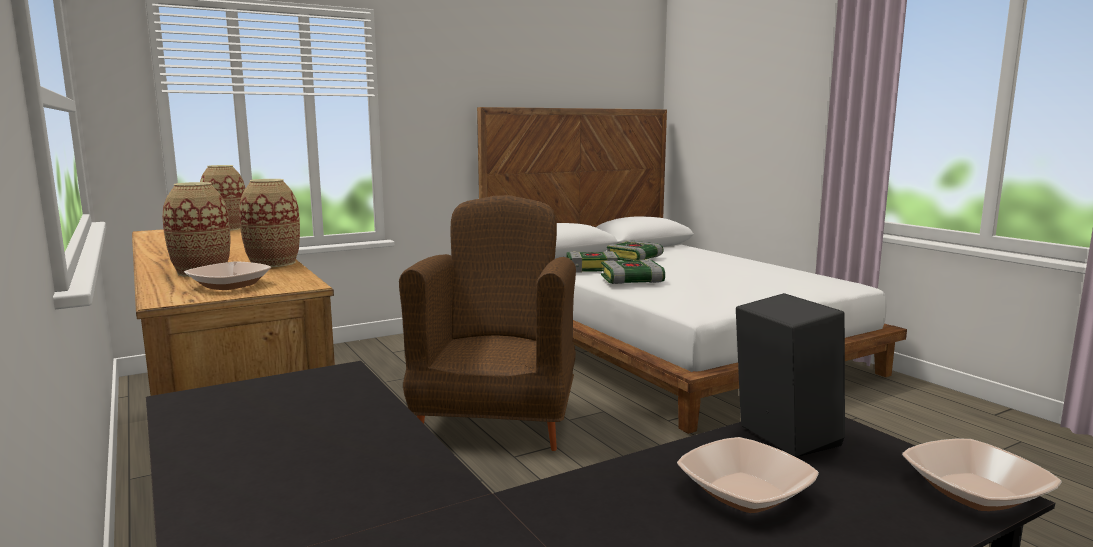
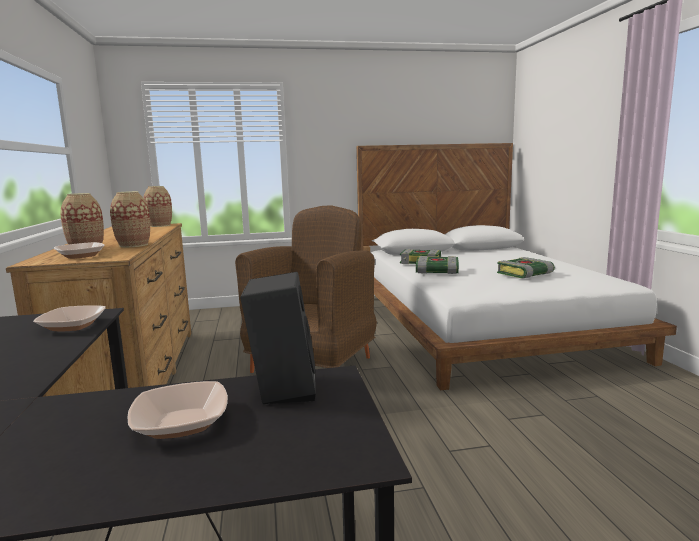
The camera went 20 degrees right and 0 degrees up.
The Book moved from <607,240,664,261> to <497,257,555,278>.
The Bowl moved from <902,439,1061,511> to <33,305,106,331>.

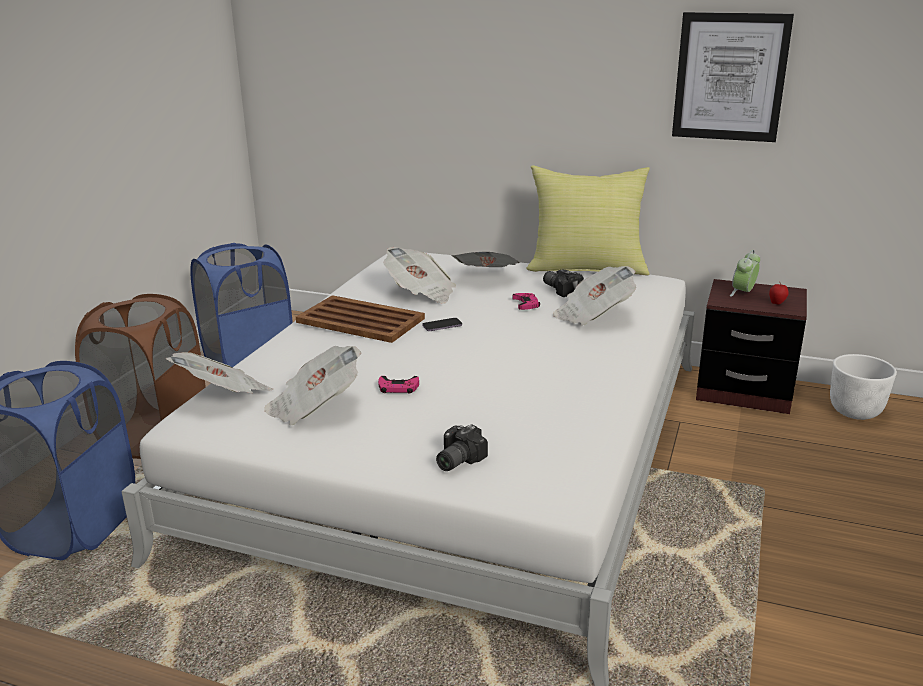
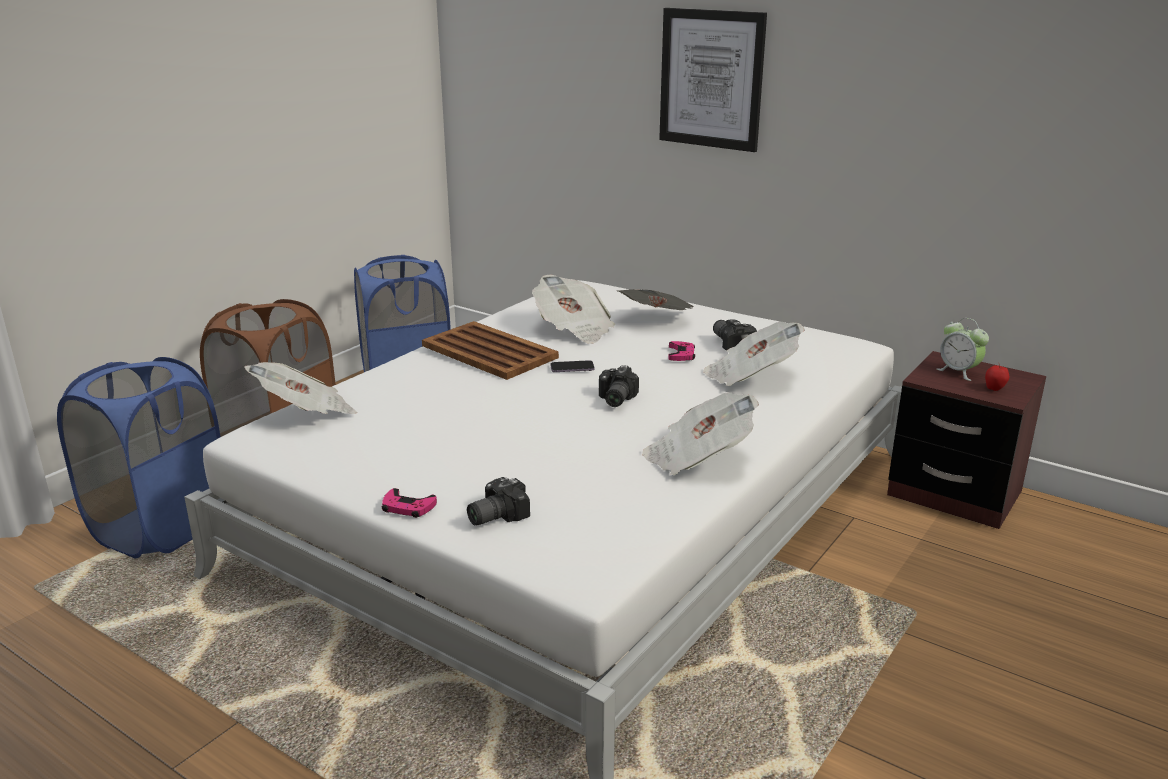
The camera went 15 degrees right and 0 degrees up.
The Newspaper moved from <264,346,361,425> to <642,392,759,475>.
The PinkGameController moved from <378,376,419,394> to <382,488,437,518>.
The YellowPillow at <526,165,650,275> disappeared.
The Picture moved from <672,12,794,142> to <659,8,767,152>.
The AlarmClock at <730,250,760,297> turned 90 degrees counterclockwise.
The WhitePlanter at <830,354,897,420> disappeared.
The PhotoCamera at <599,365,639,407> appeared.

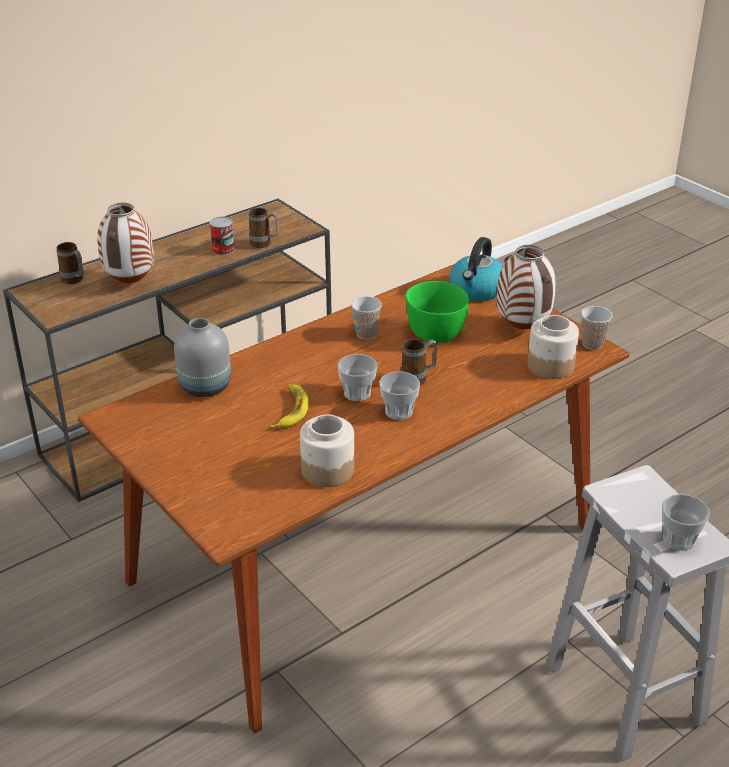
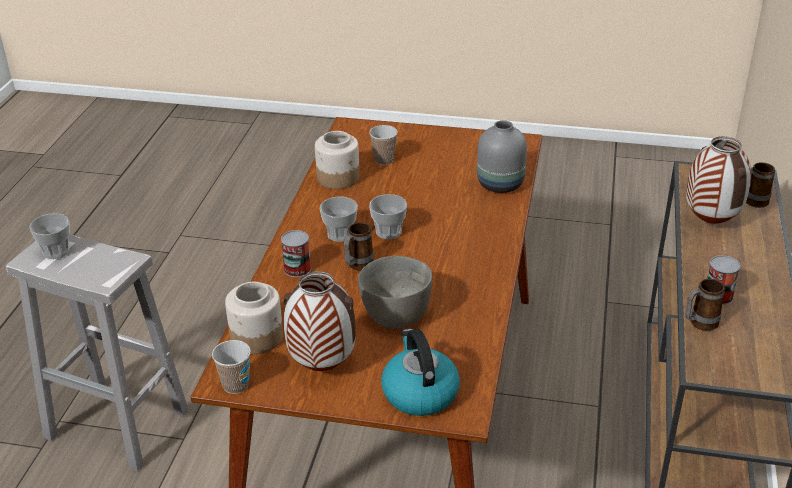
The camera went 140 degrees right and 0 degrees up.
The Banana at <271,384,309,428> disappeared.
The Cup moved from <351,296,382,339> to <369,125,398,165>.
The GreenBowl at <405,281,470,343> became the GreyBowl at <358,256,432,329>.
The Can at <281,230,311,277> appeared.

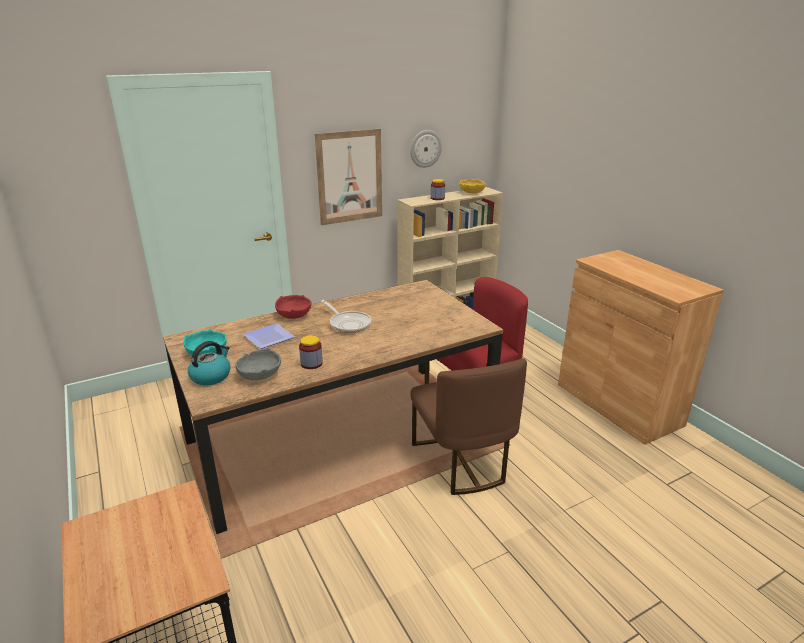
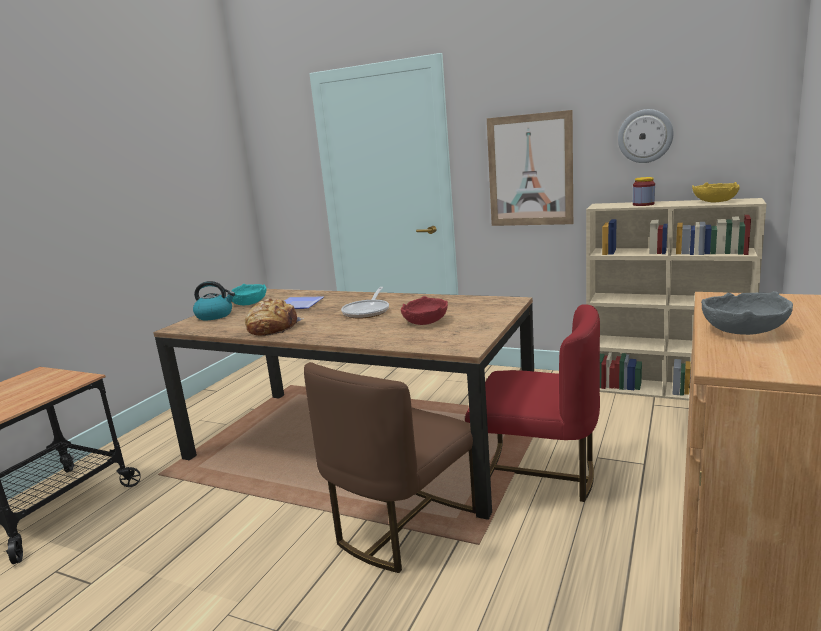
The camera went 55 degrees right and 10 degrees down.
The GreyBowl moved from <235,348,281,381> to <701,291,793,335>.
The RedBowl moved from <275,295,312,319> to <401,296,448,325>.
The Jar at <299,335,323,369> was replaced by the Bread at <245,298,304,336>.

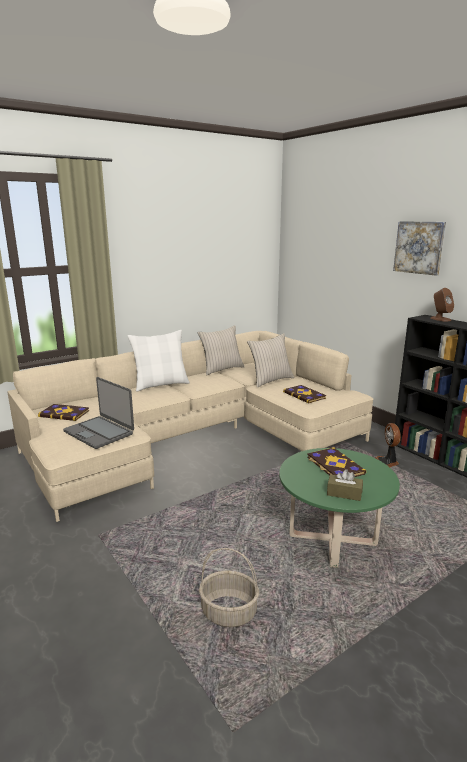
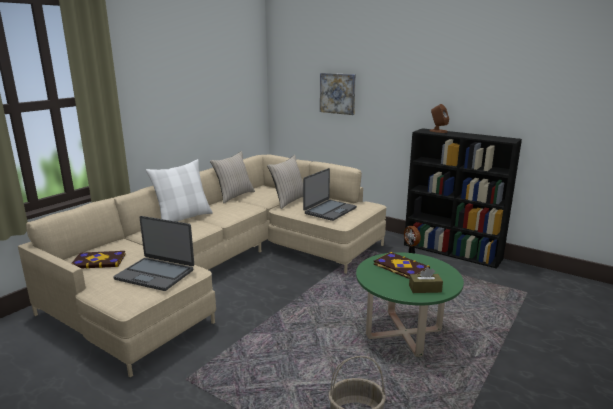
The camera went 20 degrees left and 0 degrees up.
The Book at <283,385,326,404> was replaced by the Laptop at <303,168,357,221>.
The Picture moved from <393,221,446,276> to <320,73,356,115>.

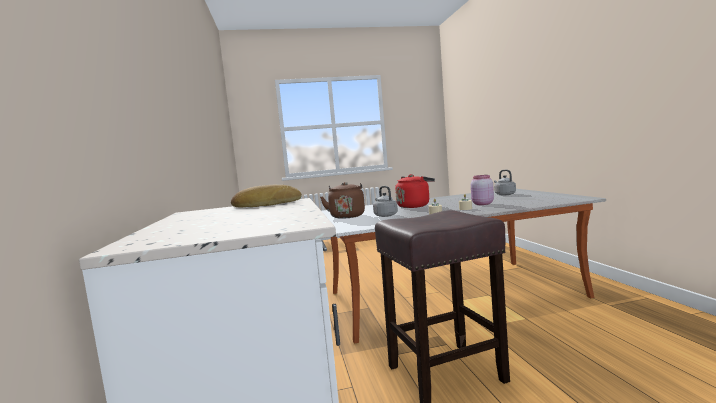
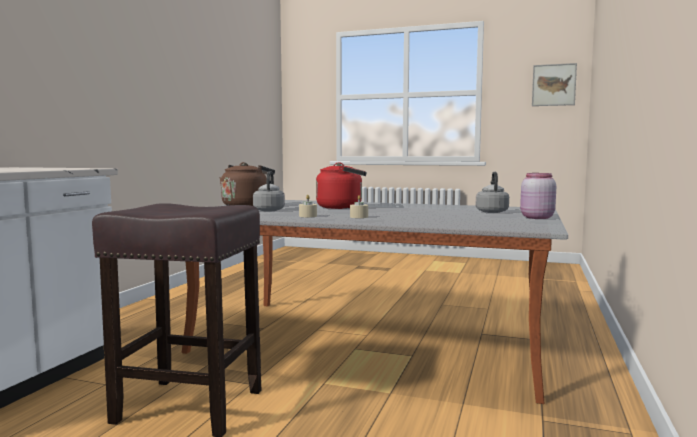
The camera went 30 degrees right and 0 degrees up.
The Bread at <231,185,302,207> disappeared.
The PinkJar moved from <471,175,494,205> to <520,173,556,219>.
The Picture at <532,63,577,106> appeared.

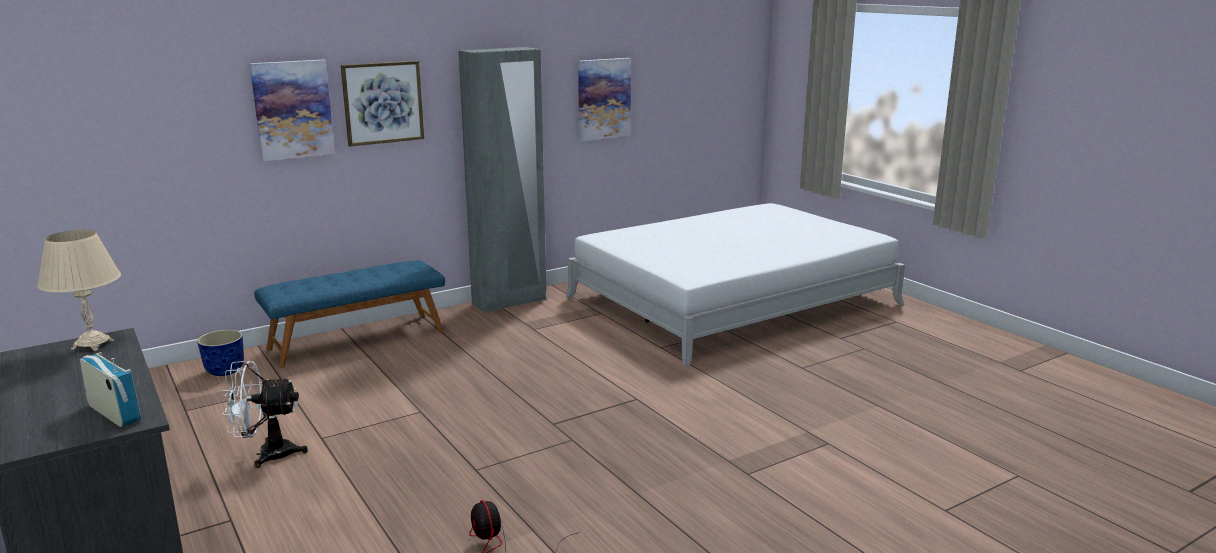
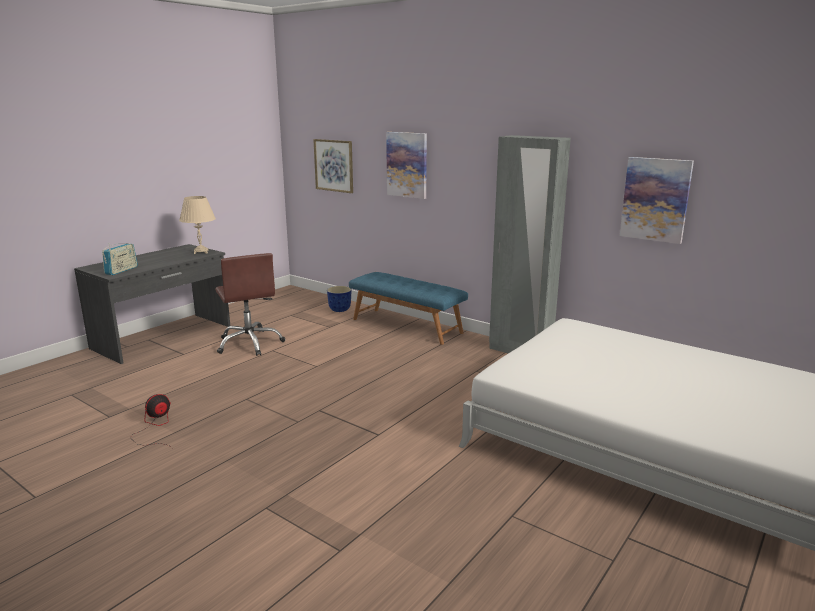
The camera went 70 degrees right and 0 degrees up.
The WhiteFan at <222,361,308,468> was replaced by the BrownOfficeChair at <215,253,285,356>.
The Picture moved from <341,61,424,147> to <313,139,353,193>.

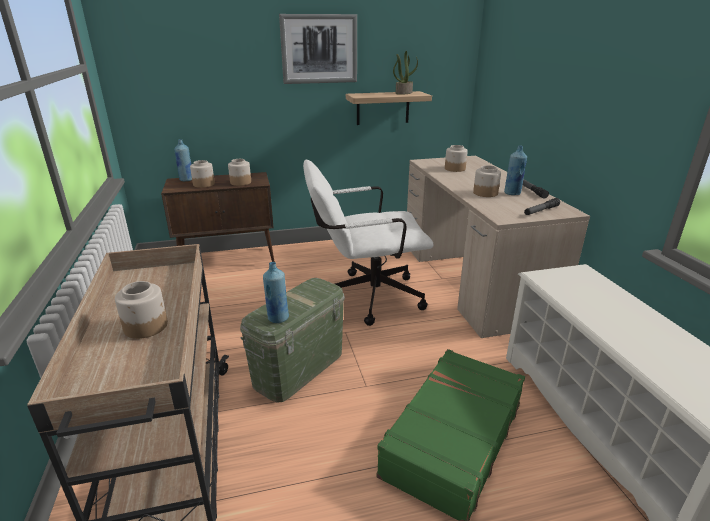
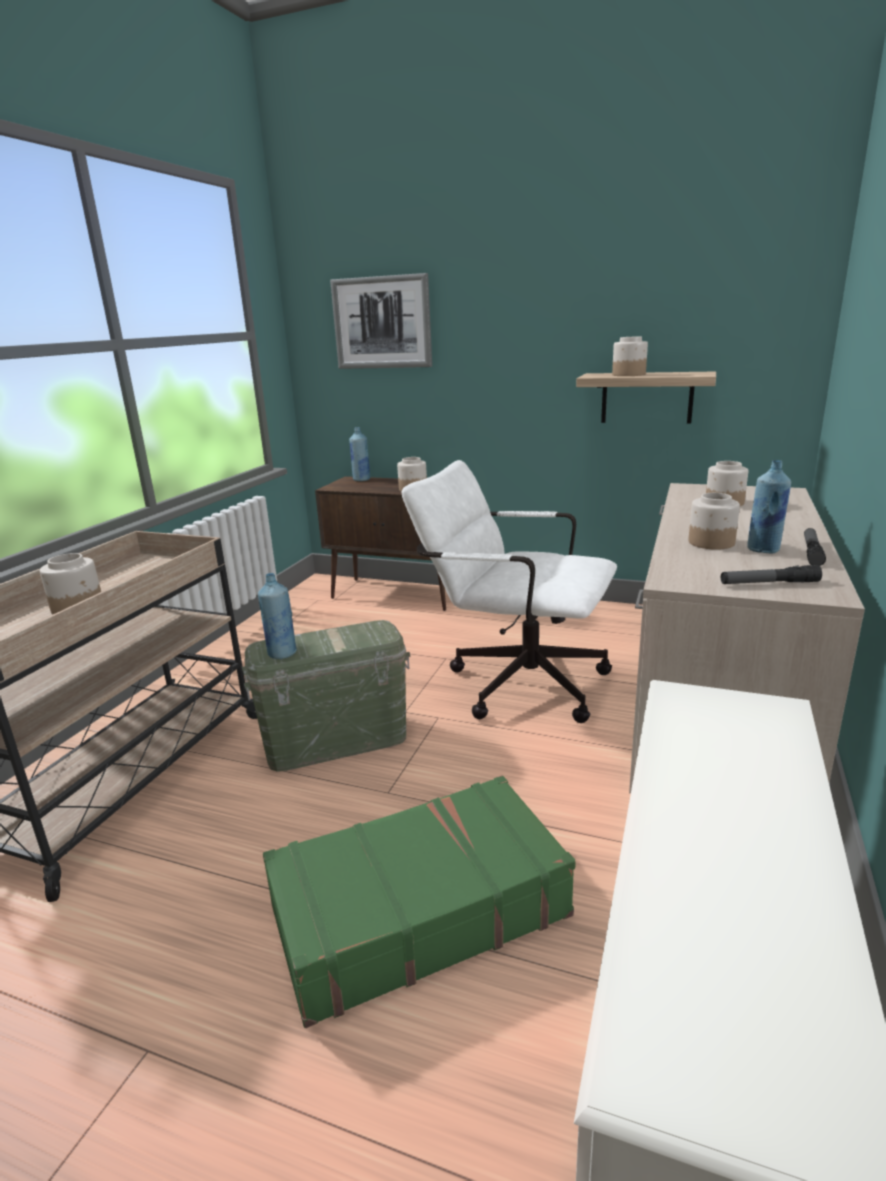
The camera went 35 degrees right and 5 degrees down.
The Jar moved from <190,160,215,188> to <612,336,648,376>.
The Picture moved from <279,14,357,84> to <330,273,432,369>.
The PottedPlant at <393,51,418,95> disappeared.

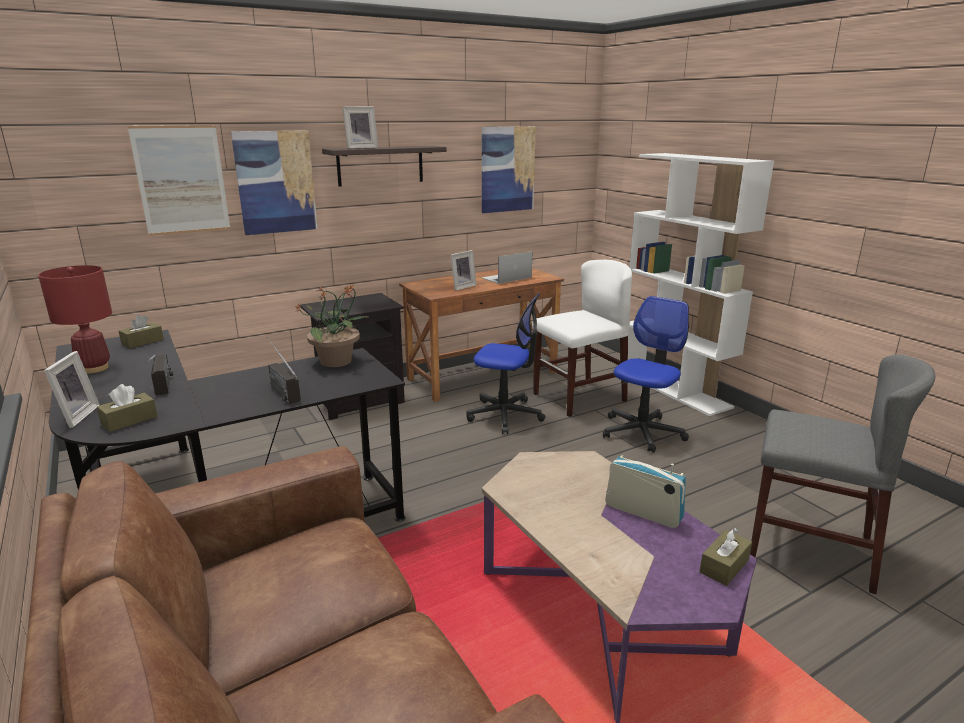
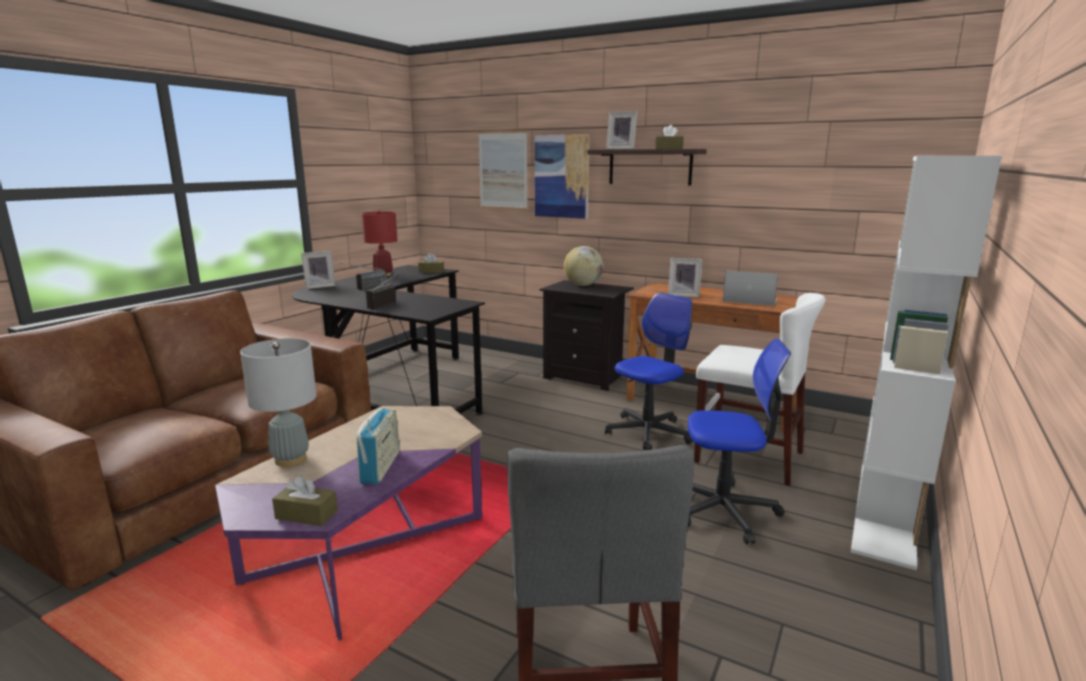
The camera went 60 degrees right and 5 degrees down.
The BrownTissueBox moved from <97,384,157,432> to <655,125,684,149>.
The PottedPlant at <294,284,370,367> disappeared.
The OfficeChair at <466,293,545,434> turned 120 degrees counterclockwise.
The Picture at <482,126,536,213> disappeared.
The GreyTableLamp at <240,338,317,467> appeared.
The Globe at <564,246,603,286> appeared.

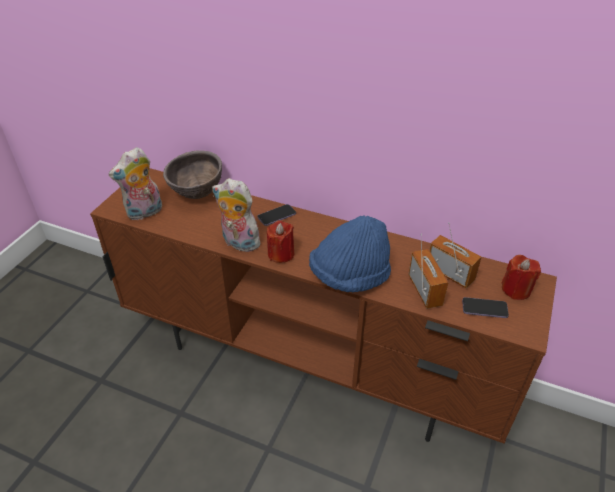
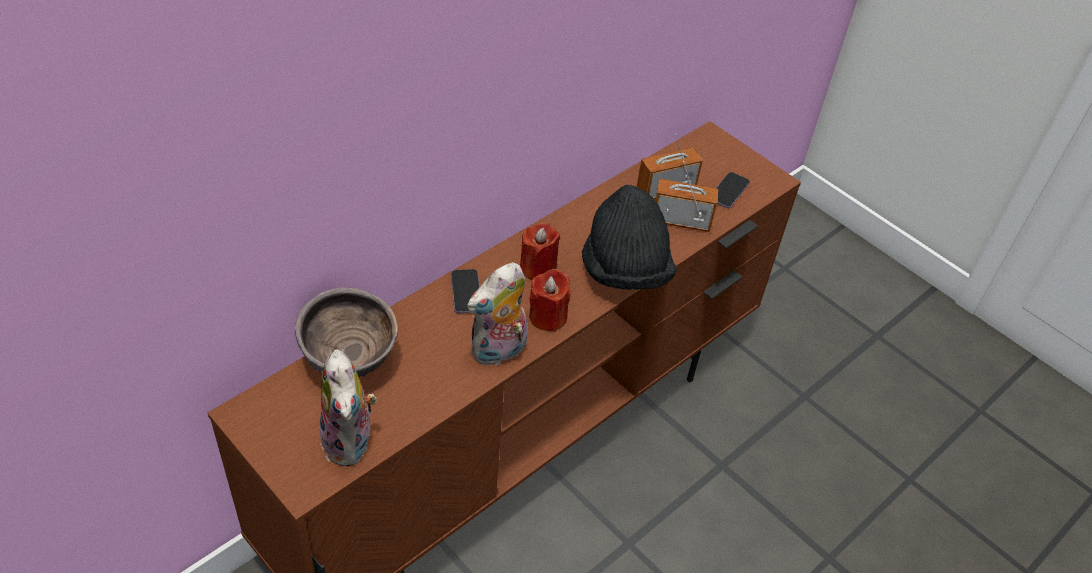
The camera went 70 degrees left and 5 degrees up.
The BlueHat at <309,215,391,292> became the BlackHat at <582,185,677,290>.
The RedCandle moved from <502,255,541,300> to <520,223,560,280>.

